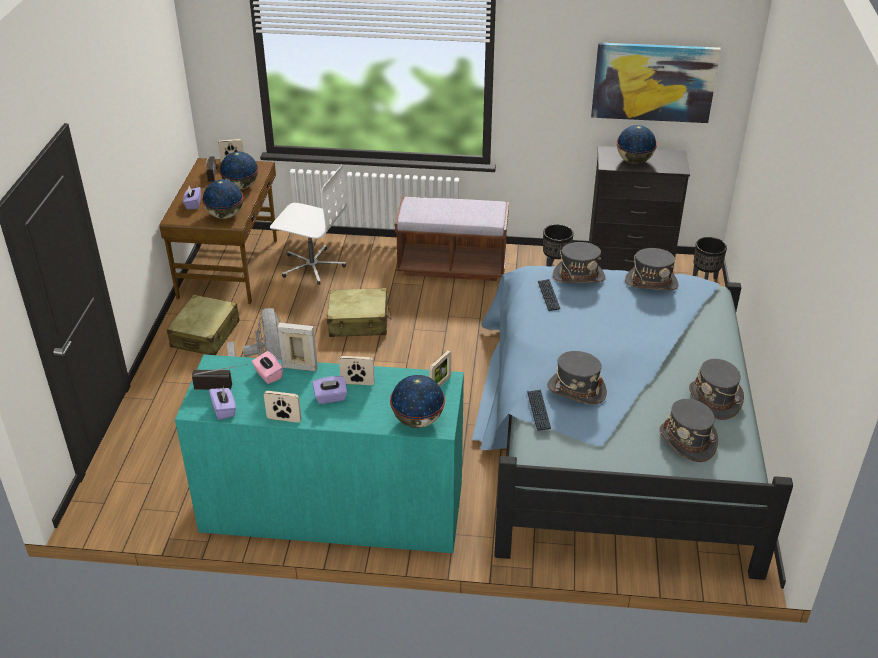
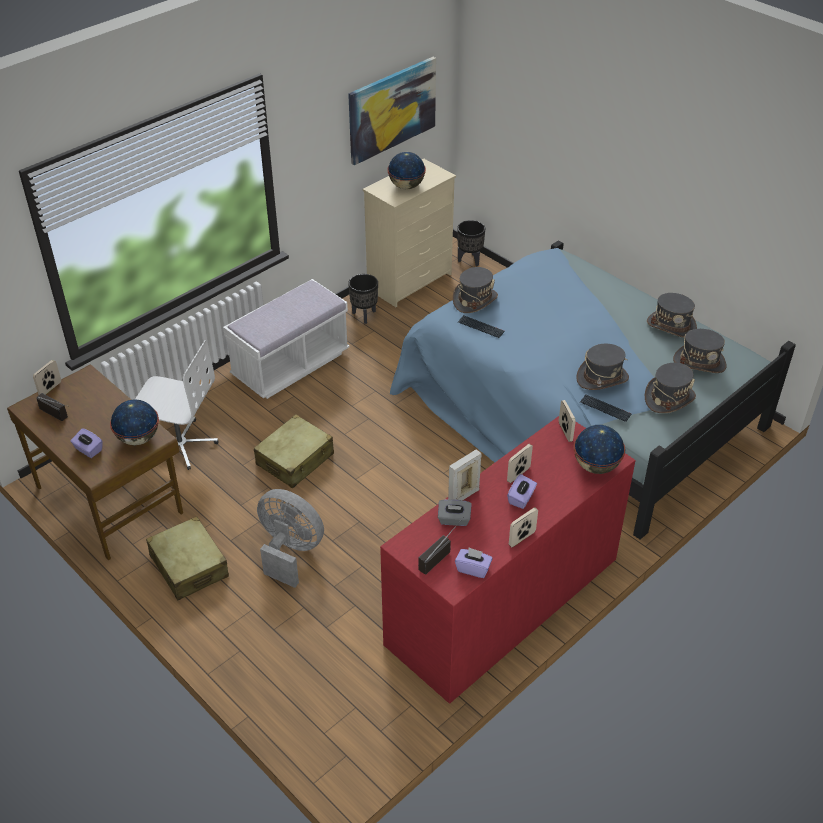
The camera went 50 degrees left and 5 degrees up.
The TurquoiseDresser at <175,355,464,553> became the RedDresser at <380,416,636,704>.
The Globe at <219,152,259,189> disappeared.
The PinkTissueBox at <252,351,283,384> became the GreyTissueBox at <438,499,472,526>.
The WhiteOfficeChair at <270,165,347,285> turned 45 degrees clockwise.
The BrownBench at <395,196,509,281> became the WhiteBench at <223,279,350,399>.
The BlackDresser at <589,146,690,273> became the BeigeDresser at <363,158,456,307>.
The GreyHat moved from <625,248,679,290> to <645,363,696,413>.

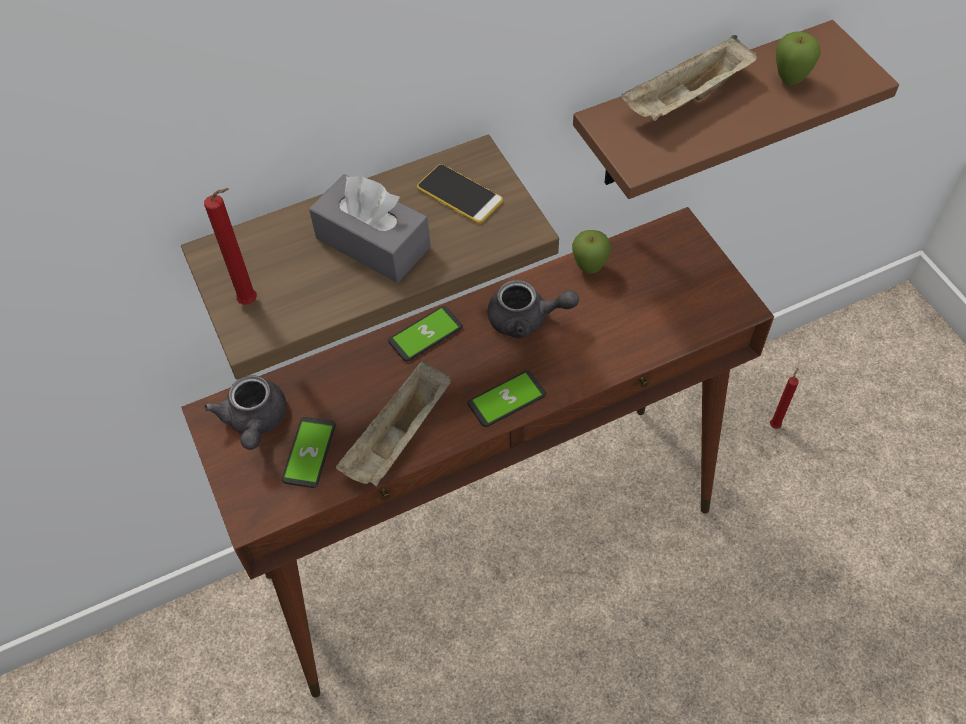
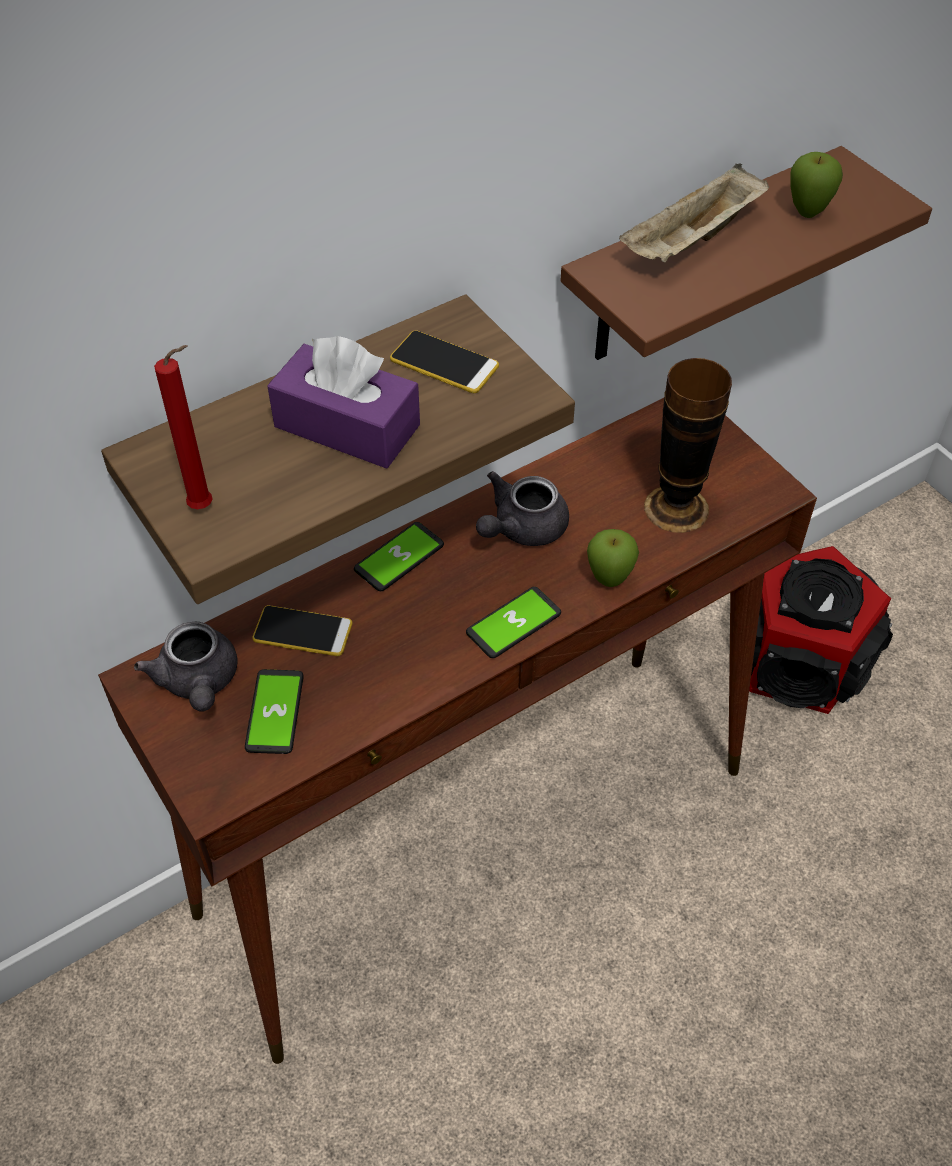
The camera went 10 degrees left and 5 degrees down.
The GreyTissueBox at <309,174,431,283> became the PurpleTissueBox at <267,336,420,468>.
The BeigeTray at <336,361,451,486> disappeared.
The GreyTeapot at <487,280,579,338> turned 135 degrees clockwise.
The Apple moved from <572,230,611,274> to <587,529,639,587>.
The RedCandle at <770,367,799,429> was replaced by the Speaker at <749,546,893,714>.
The Phone at <252,605,353,656> appeared.
The Vase at <644,358,732,533> appeared.

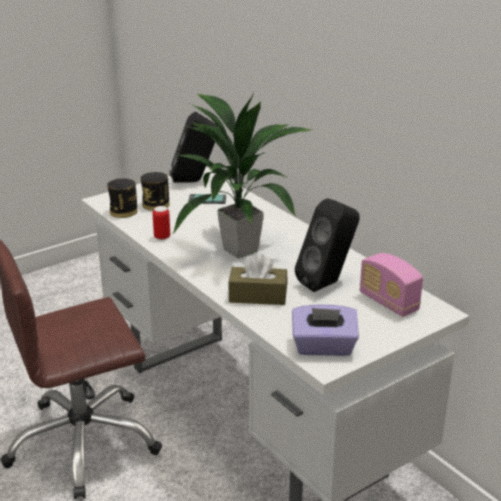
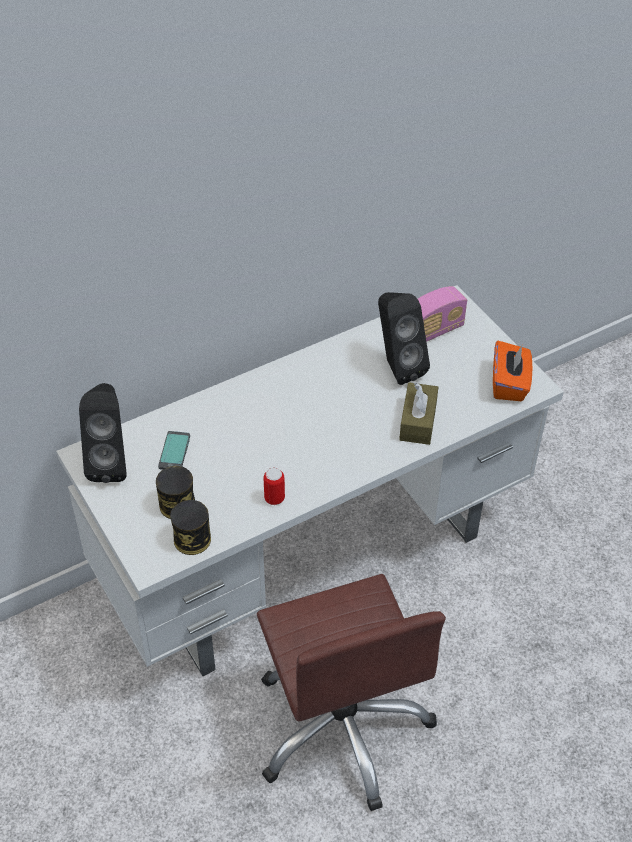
The camera went 85 degrees left and 20 degrees up.
The PottedPlant at <172,93,315,258> disappeared.
The PurpleTissueBox at <292,304,359,356> became the OrangeTissueBox at <493,341,532,401>.

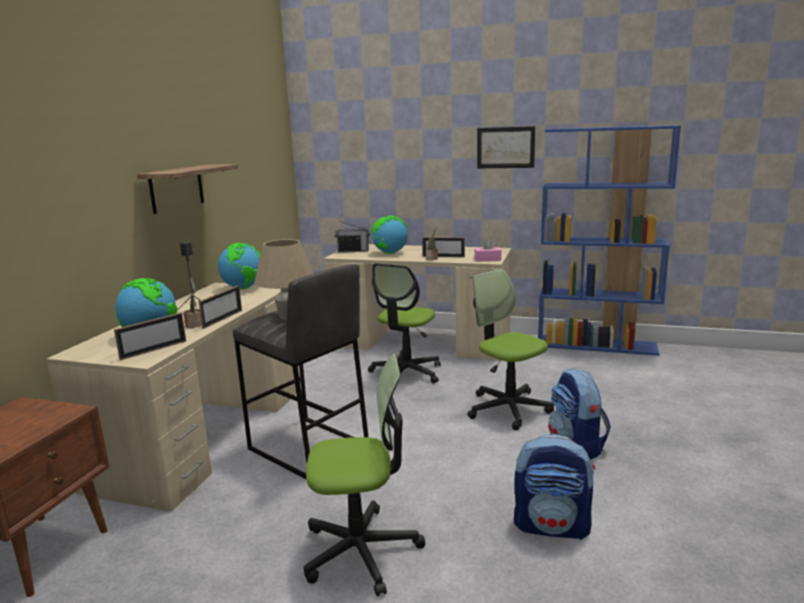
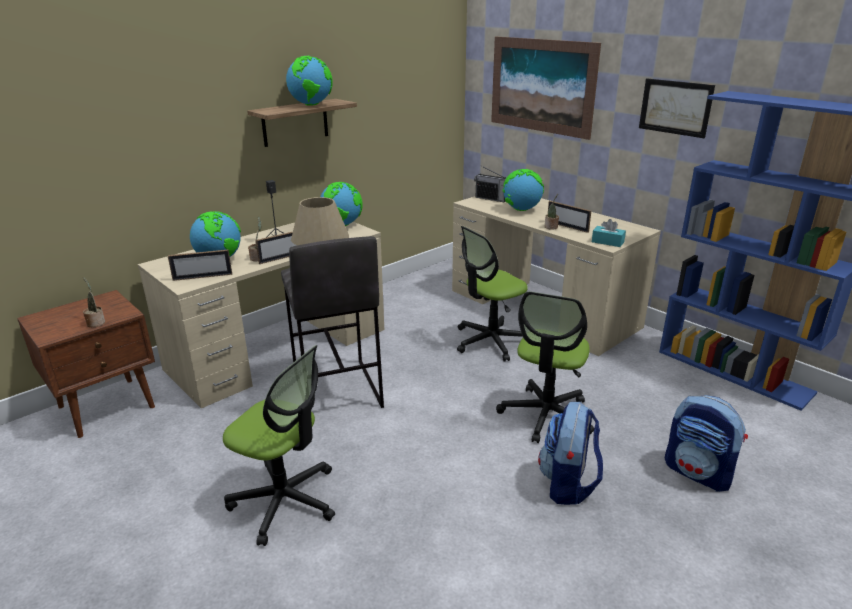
The camera went 30 degrees right and 10 degrees up.
The OfficeChair at <467,269,554,430> turned 150 degrees counterclockwise.
The PinkTissueBox at <475,239,502,262> became the TurquoiseTissueBox at <592,219,626,247>.
The Backpack moved from <514,434,596,540> to <665,395,748,492>.
The PottedPlant at <83,277,105,327> appeared.
The Globe at <286,56,333,106> appeared.
The Picture at <491,37,601,140> appeared.

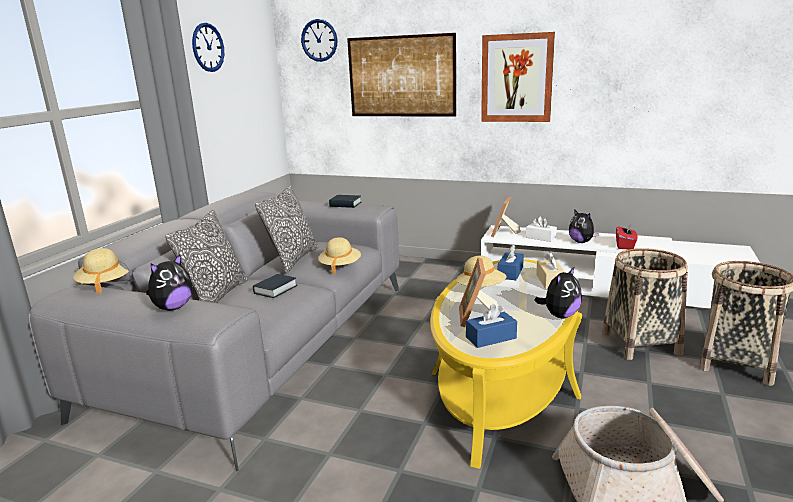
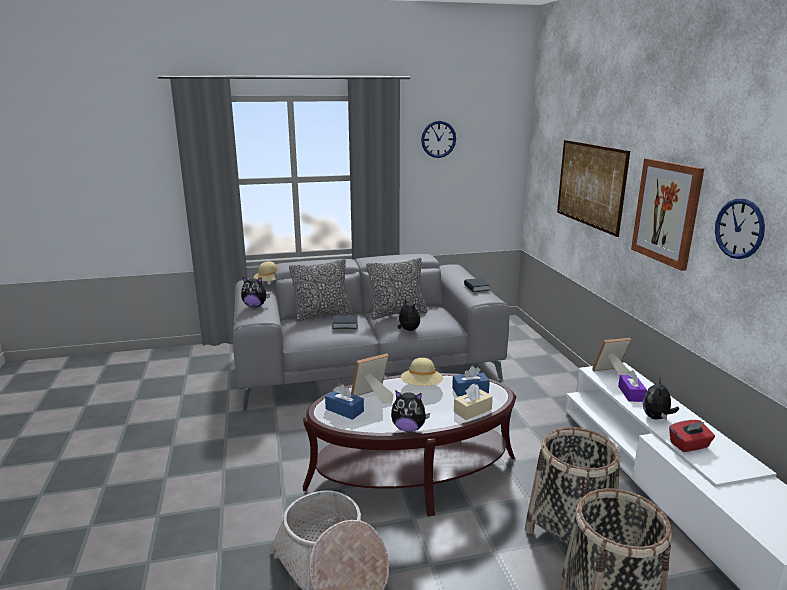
The camera went 55 degrees right and 0 degrees up.
The WallClock moved from <301,19,337,62> to <715,199,765,259>.
The BeigeHat at <318,237,361,274> was replaced by the PlushToy at <396,299,420,331>.
The YellowCoffeeTable at <430,259,582,469> became the BrownCoffeeTable at <303,373,516,516>.
The WhiteTissueBox at <526,216,557,242> became the PurpleTissueBox at <618,370,647,402>.

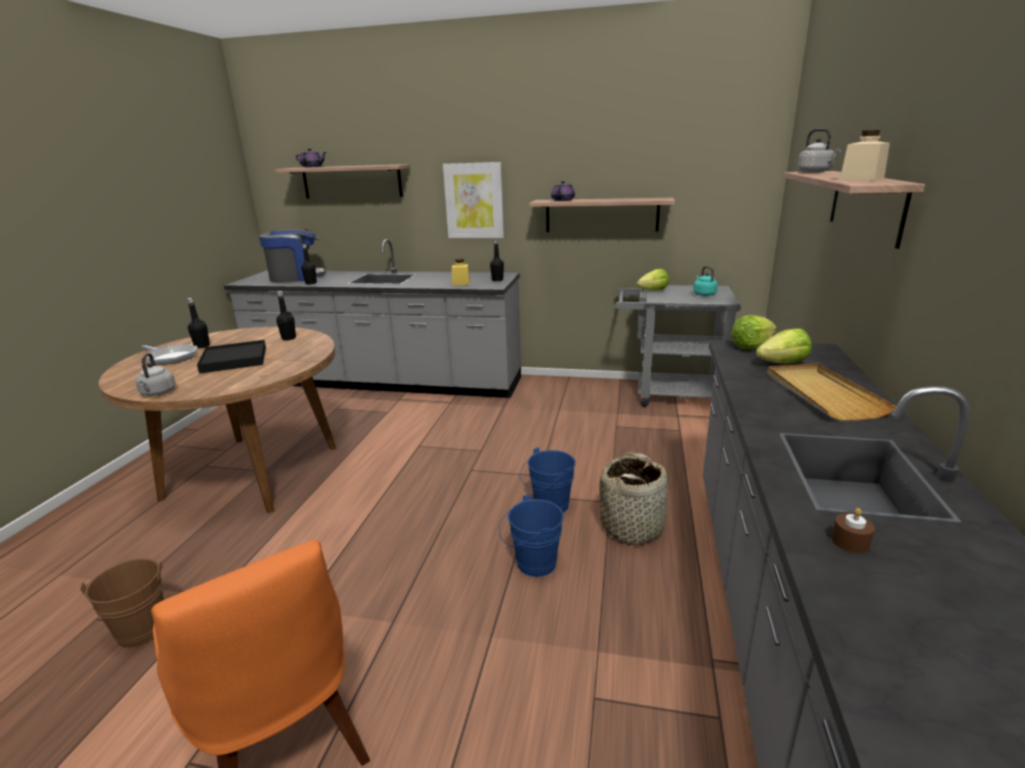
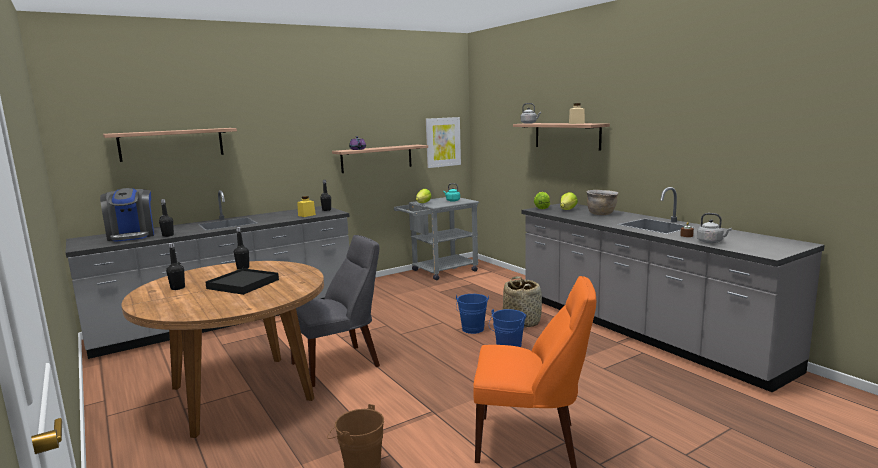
The camera went 45 degrees left and 10 degrees down.
The GreyKettle moved from <135,353,176,396> to <697,213,732,243>.
The FryingPan at <142,344,198,365> disappeared.
The CoffeeMachine at <259,229,326,283> turned 135 degrees clockwise.
The PurpleTeapot at <296,149,326,168> disappeared.
The Picture moved from <443,162,504,238> to <426,117,461,168>.
The BeigeTray at <767,364,896,421> was replaced by the BrownCookingPot at <587,190,618,215>.
The GreyChair at <291,235,380,387> appeared.

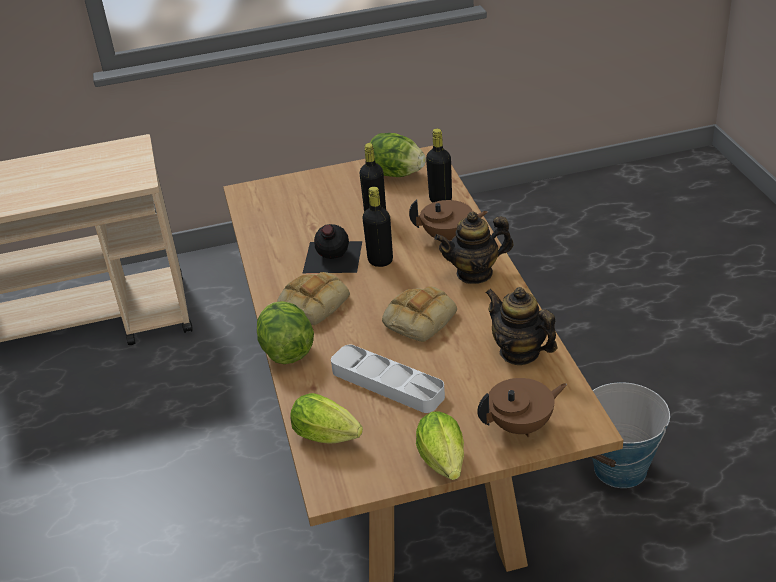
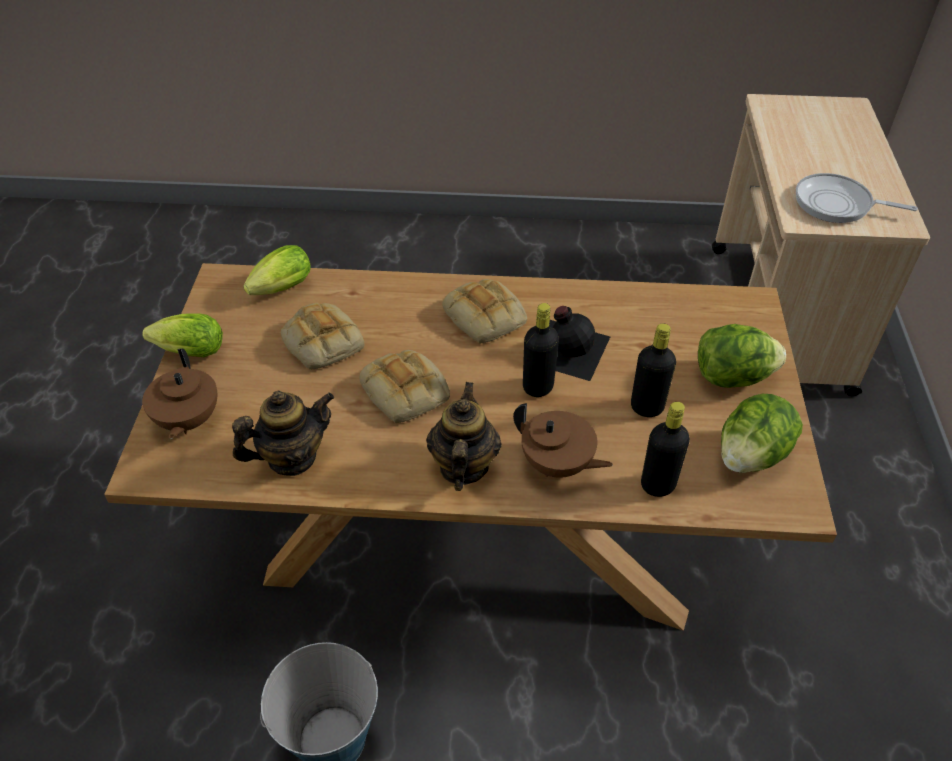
The camera went 105 degrees right and 10 degrees up.
The Lettuce moved from <257,301,314,364> to <698,324,786,388>.
The GreyTray at <331,345,445,413> was replaced by the Bread at <281,303,364,369>.
The BrownTeapot at <409,200,488,241> turned 75 degrees counterclockwise.
The FryingPan at <796,173,918,223> appeared.

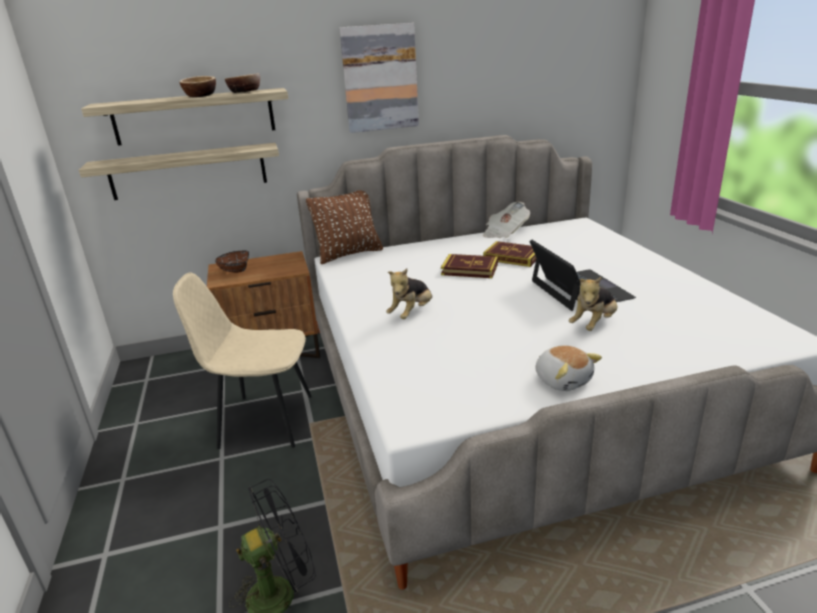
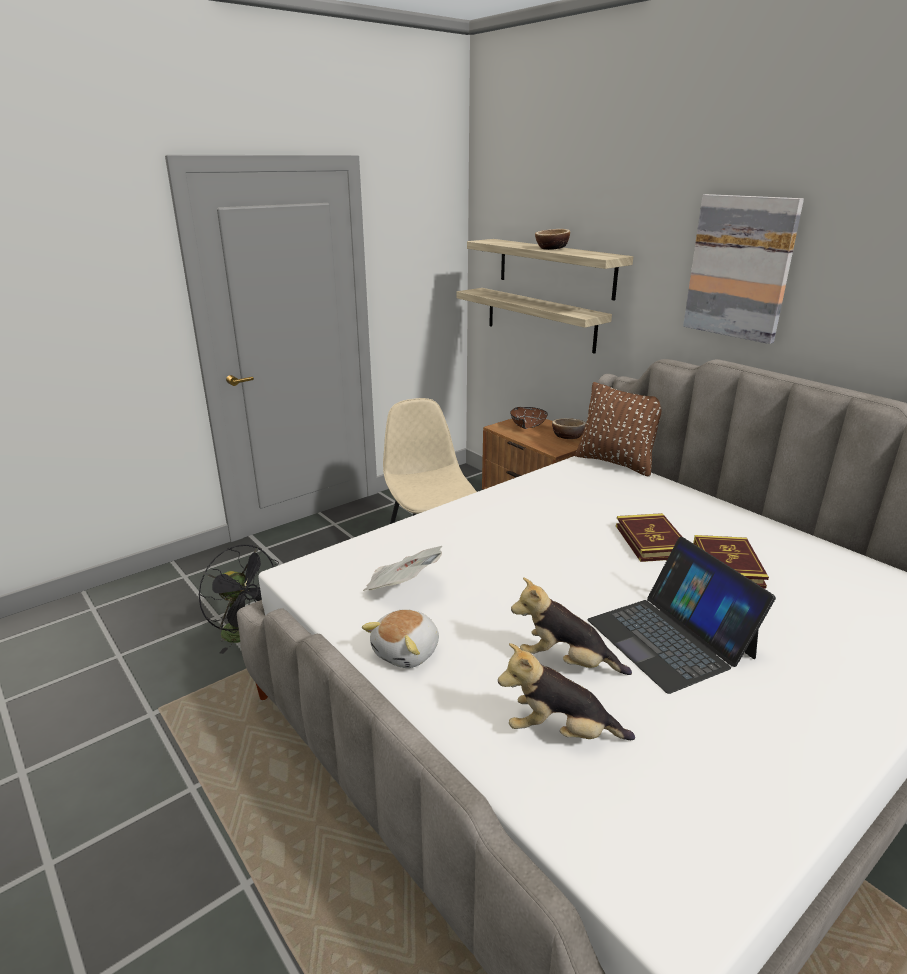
The camera went 65 degrees right and 0 degrees up.
The Bowl moved from <225,73,260,93> to <552,418,586,439>.
The PlushToy moved from <386,269,432,319> to <498,643,635,740>.
The Newspaper moved from <483,201,530,238> to <363,546,442,591>.
The Laptop at <530,240,636,311> turned 105 degrees clockwise.

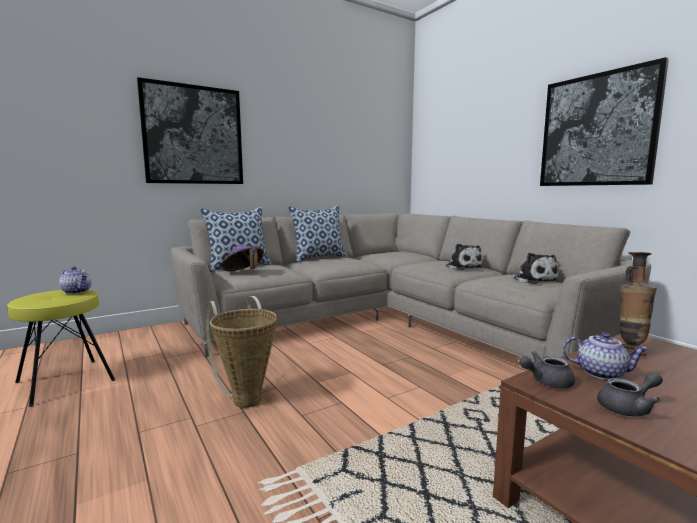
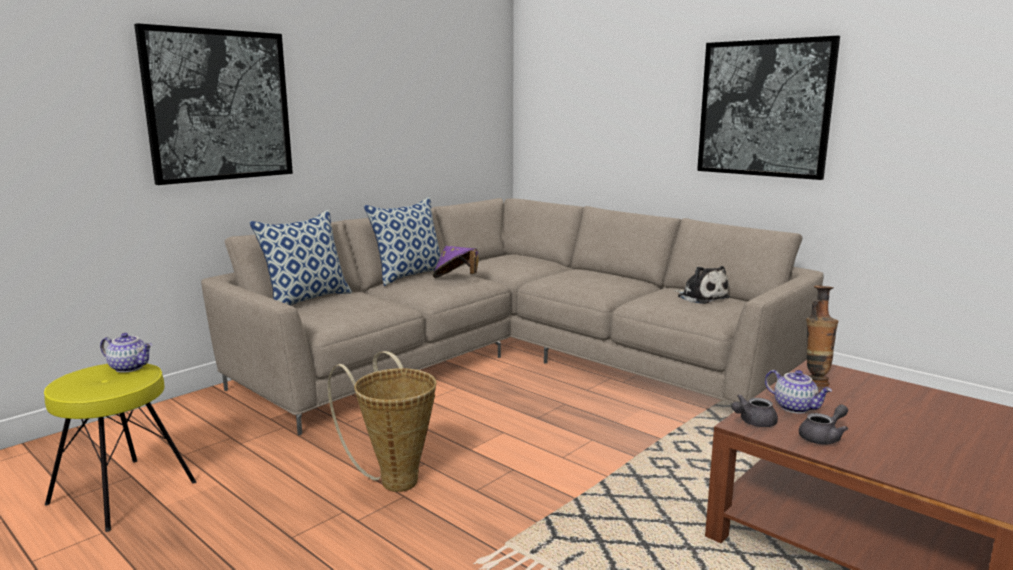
The camera went 15 degrees left and 5 degrees up.
The PurpleHat moved from <221,245,264,271> to <433,246,478,278>.
The PlushToy at <446,244,483,270> disappeared.
The Teapot at <563,332,648,380> turned 45 degrees clockwise.

